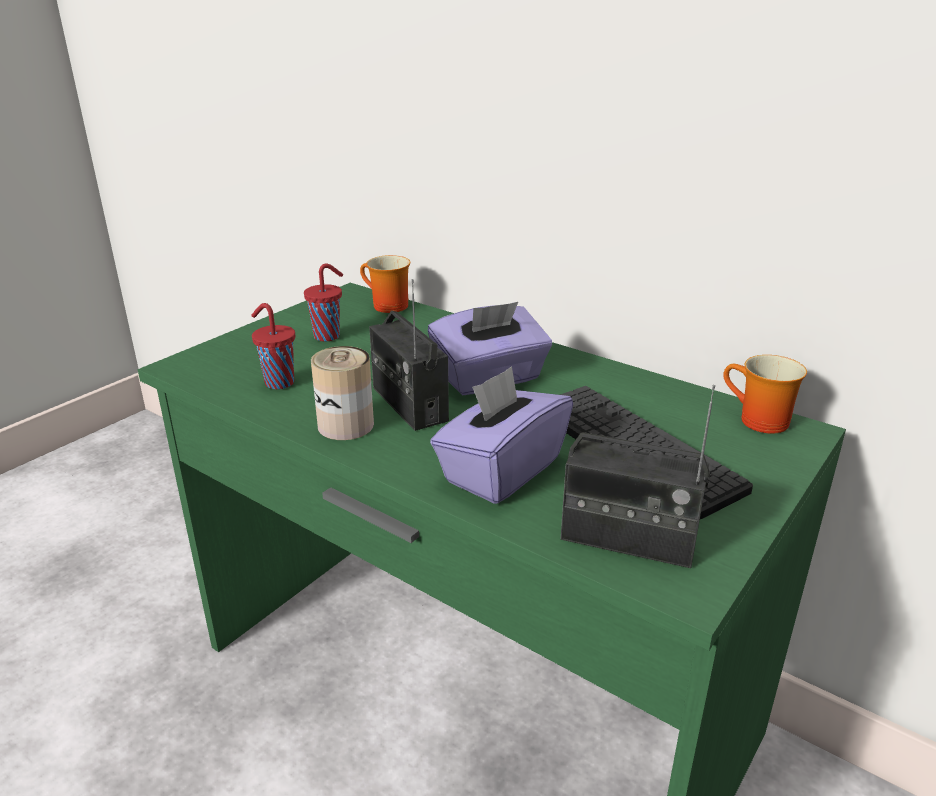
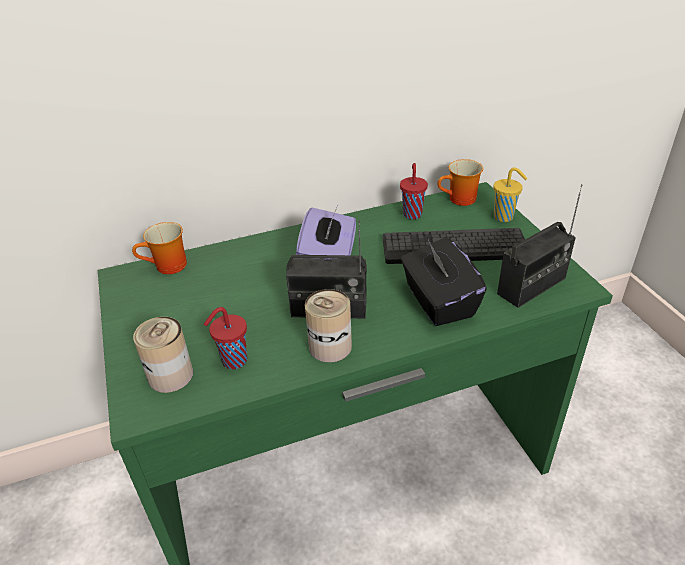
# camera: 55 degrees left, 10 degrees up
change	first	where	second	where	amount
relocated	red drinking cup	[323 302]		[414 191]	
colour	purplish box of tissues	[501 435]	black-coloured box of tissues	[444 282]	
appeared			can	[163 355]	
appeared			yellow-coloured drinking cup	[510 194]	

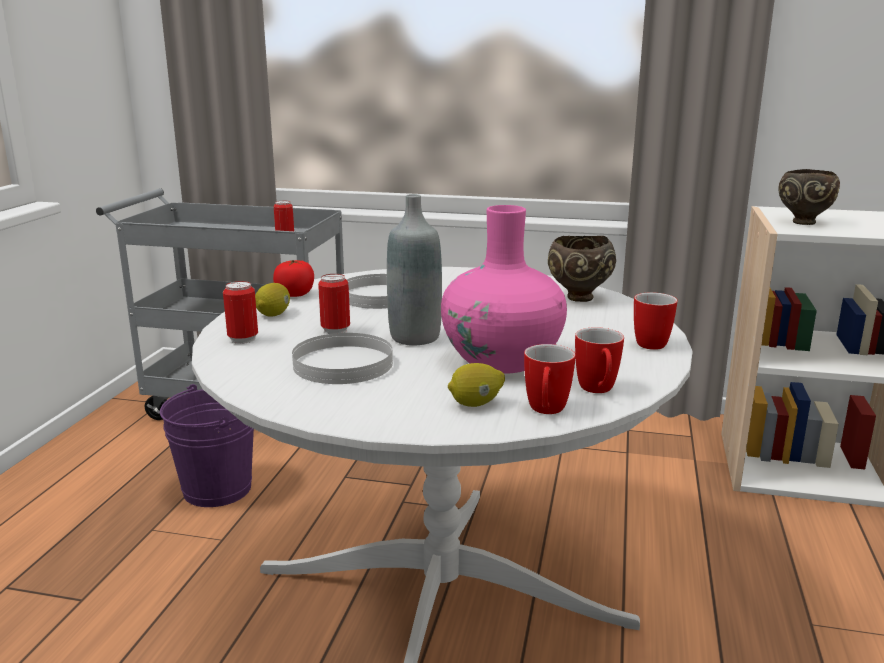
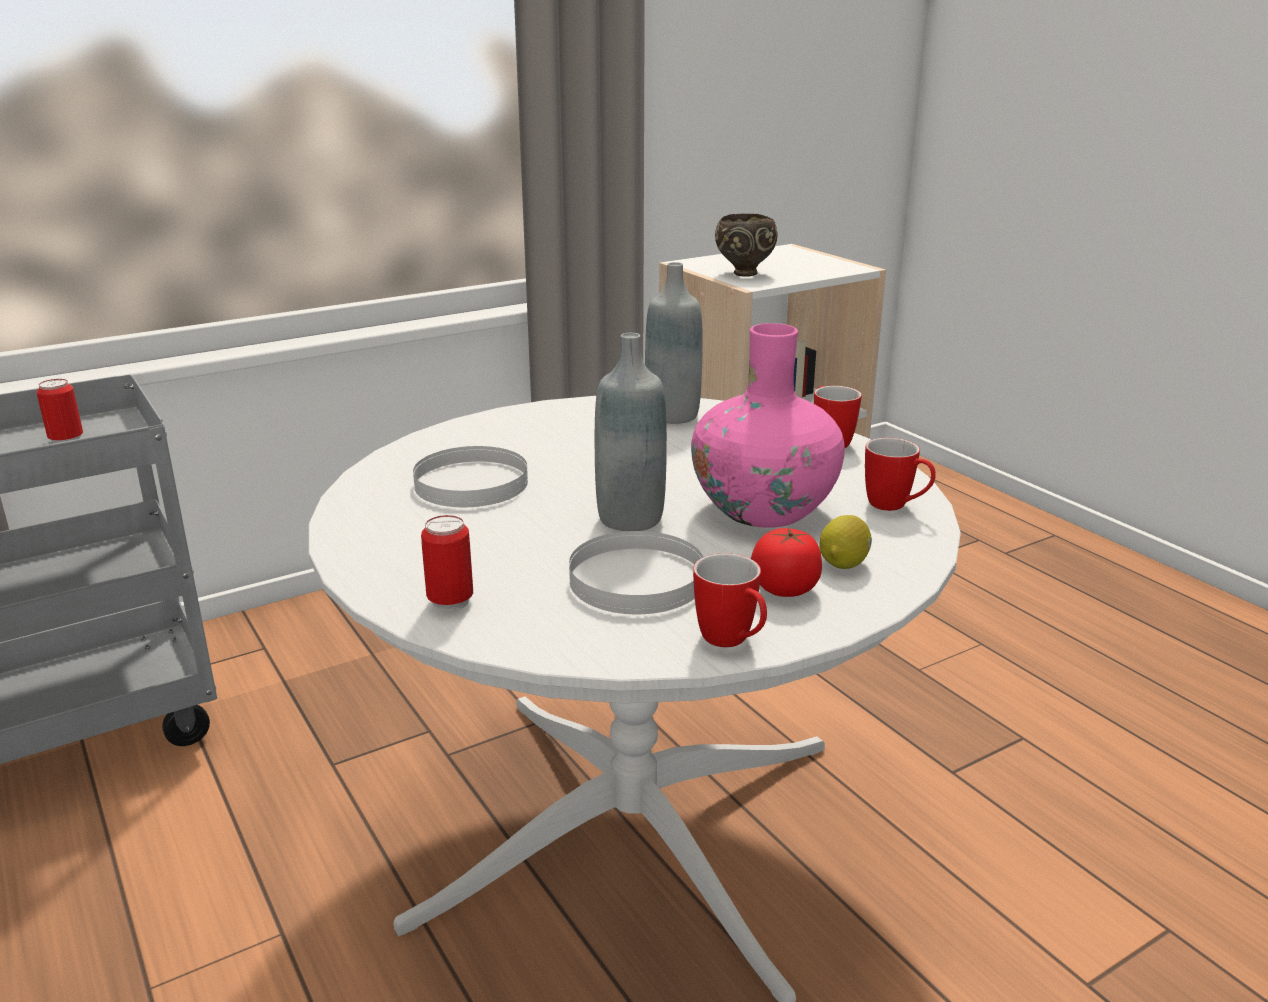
# camera: 45 degrees left, 5 degrees up
change	first	where	second	where	amount
missing	purplish pail	[207 445]			
missing	lemon	[272 299]			
relocated	fresh tomato	[293 278]		[786 562]	
missing	can	[334 304]			
relocated	mug	[550 379]		[730 600]	
exchanged	brown serving bowl	[582 269]	gray drink bottle	[674 343]	

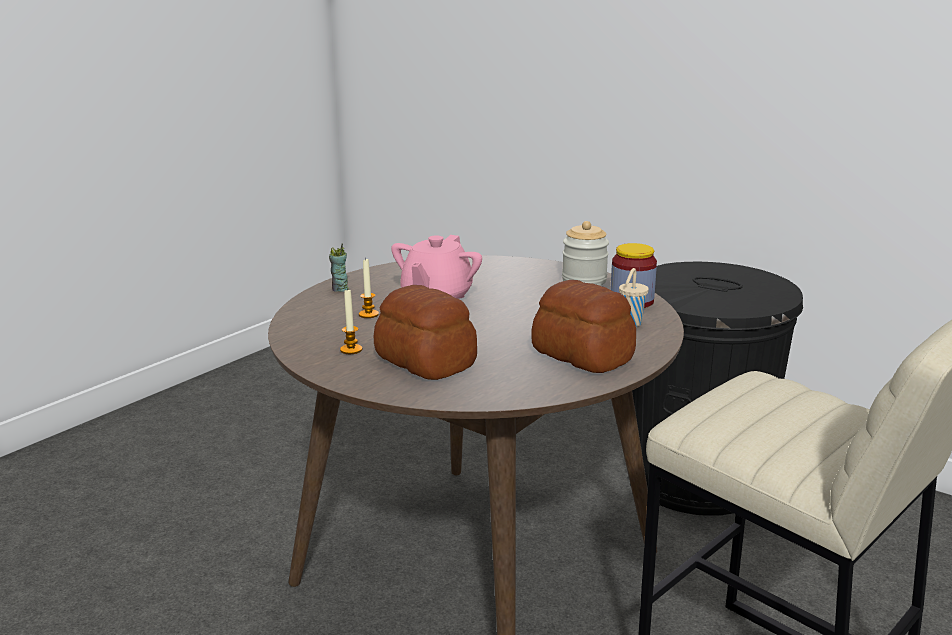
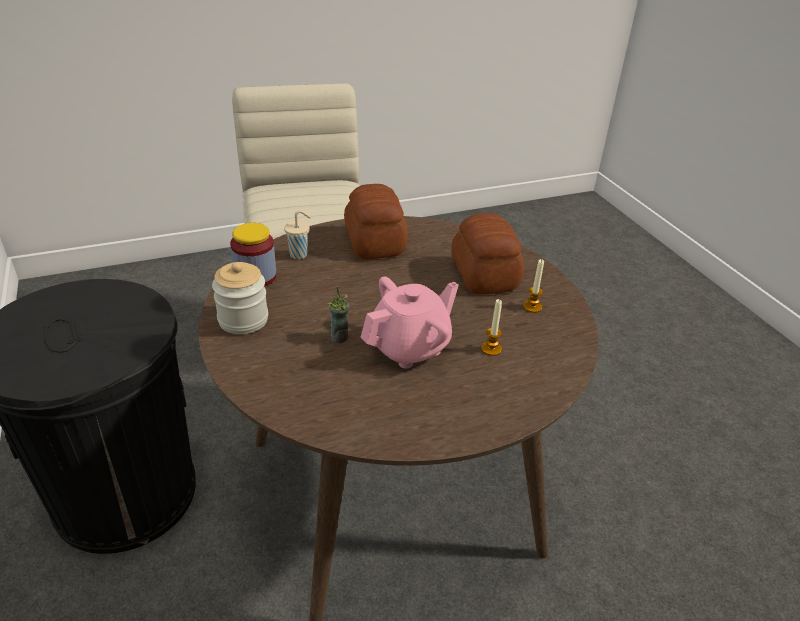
# camera: 150 degrees left, 15 degrees up
change	first	where	second	where	amount
relocated	drinking cup	[339 267]		[338 315]	

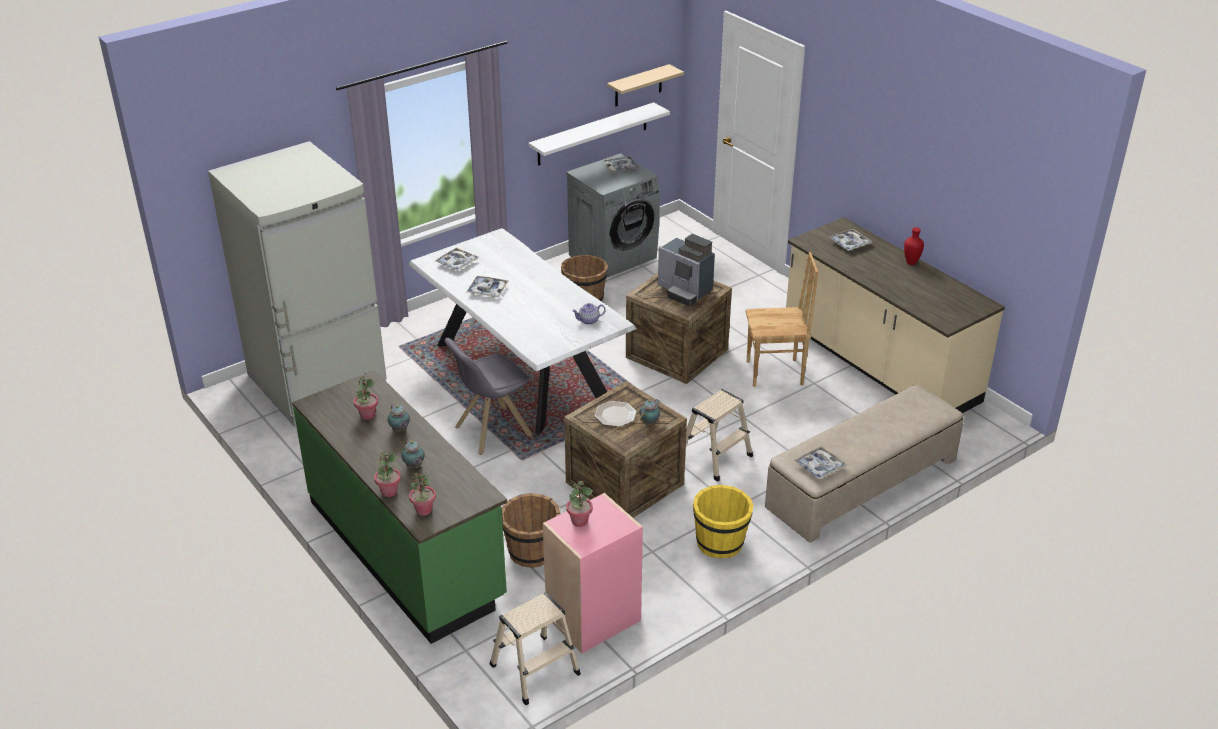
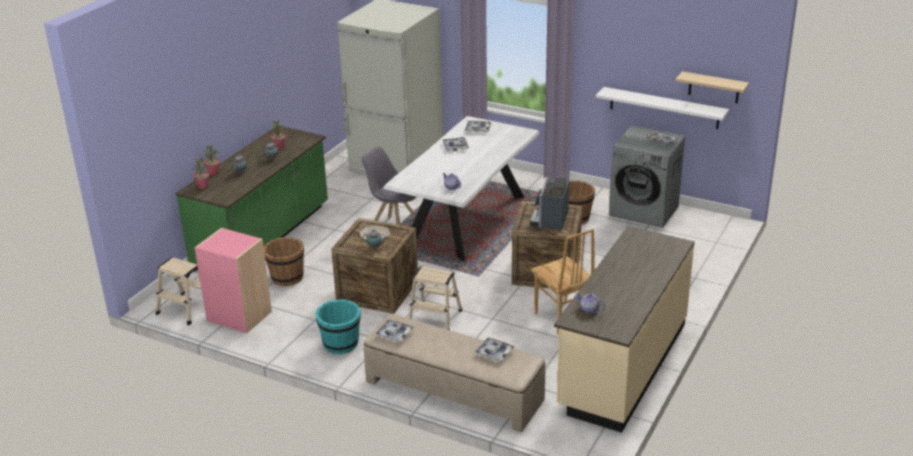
# camera: 65 degrees right, 5 degrees down
change	first	where	second	where	amount
missing	houseplant	[579 503]			
colour	yellow-coloured pail	[723 522]	turquoise-coloured pail	[338 326]	
relocated	carrying tray	[850 240]		[495 350]	
missing	red vase	[914 246]			
appeared			pot for tea	[590 303]	

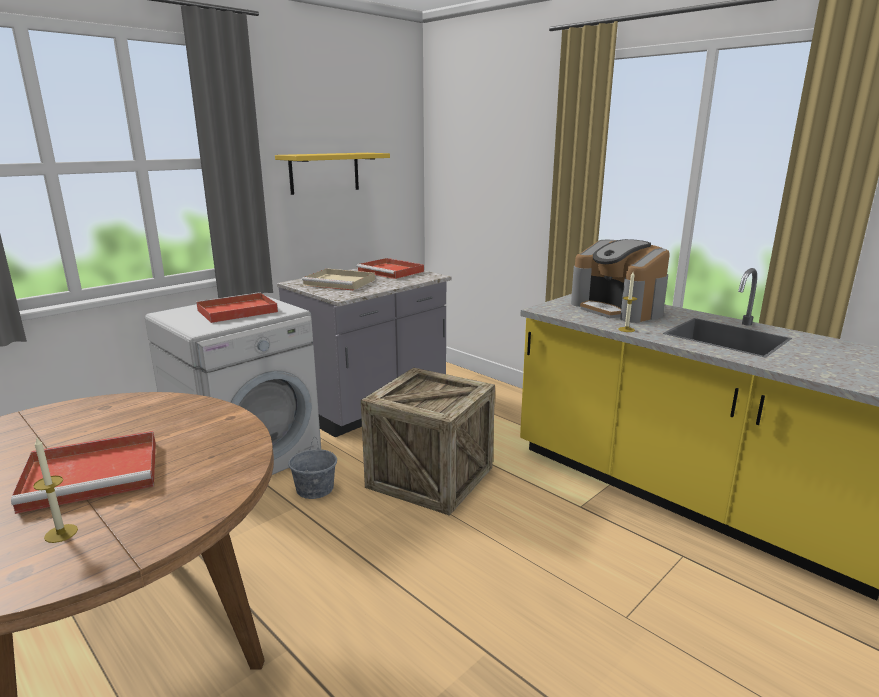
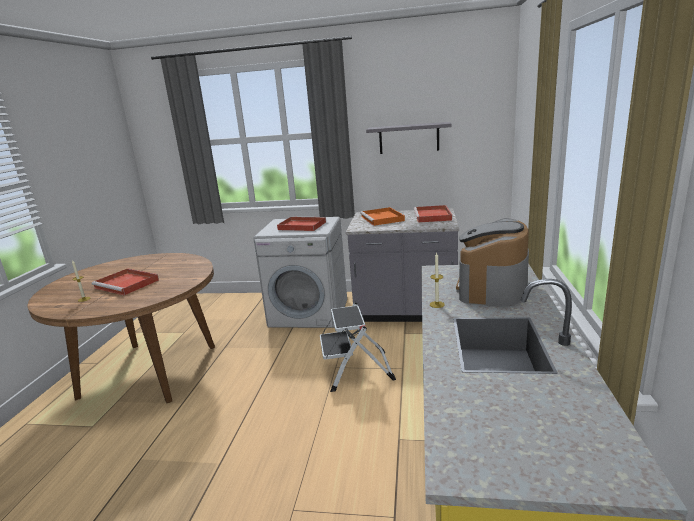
# camera: 55 degrees right, 0 degrees up
change	first	where	second	where	amount
colour	yellow-coloured shelf	[332 174]	gray shelf	[408 138]	
missing	gray pail	[312 468]			
colour	beige carrying tray	[338 279]	orangey carrying tray	[382 216]	
exchanged	shipping crate	[428 442]	step stool	[358 347]	

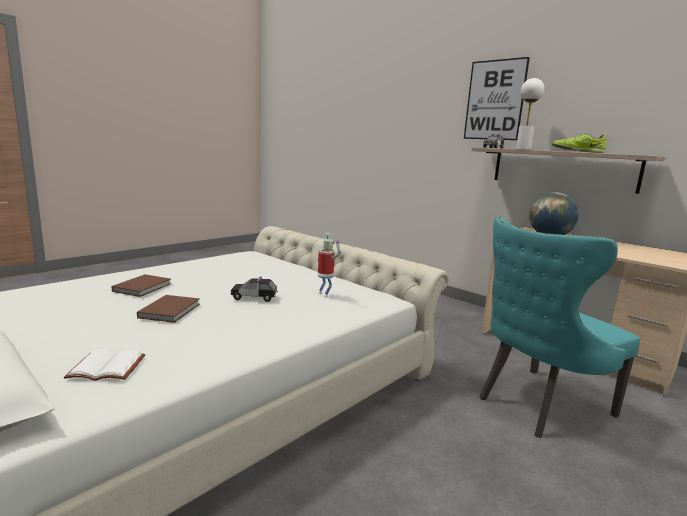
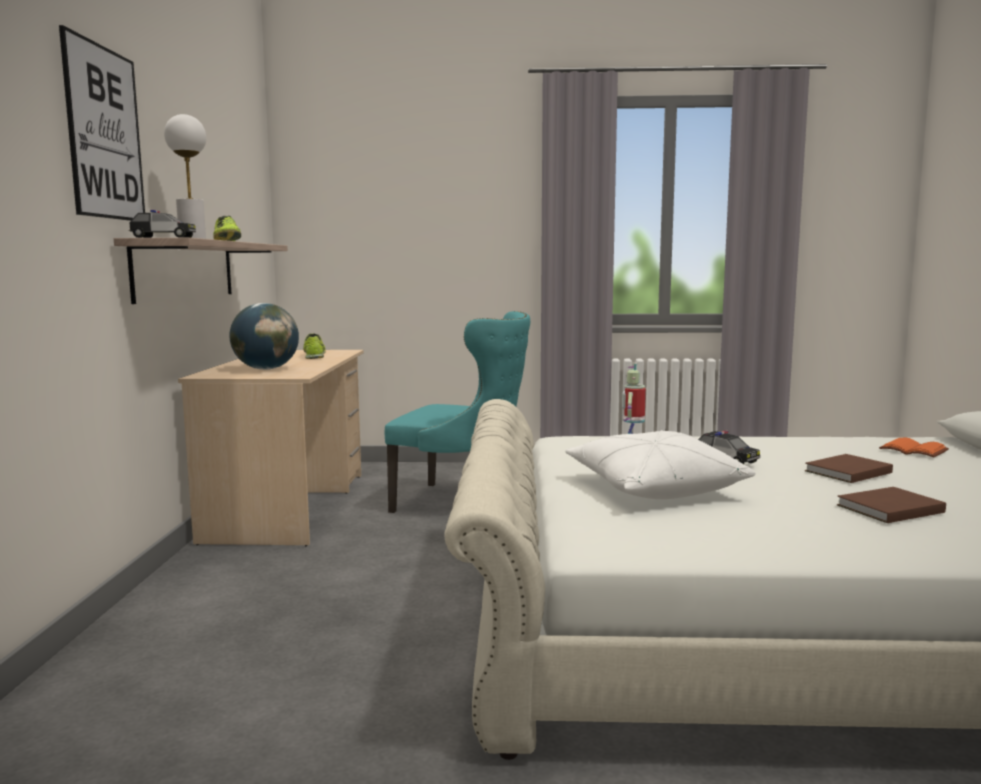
# camera: 130 degrees left, 5 degrees down
change	first	where	second	where	amount
colour	whitish book	[104 365]	orangey book	[914 448]	
appeared			low shoe	[314 346]	
appeared			whitish pillow	[660 464]	

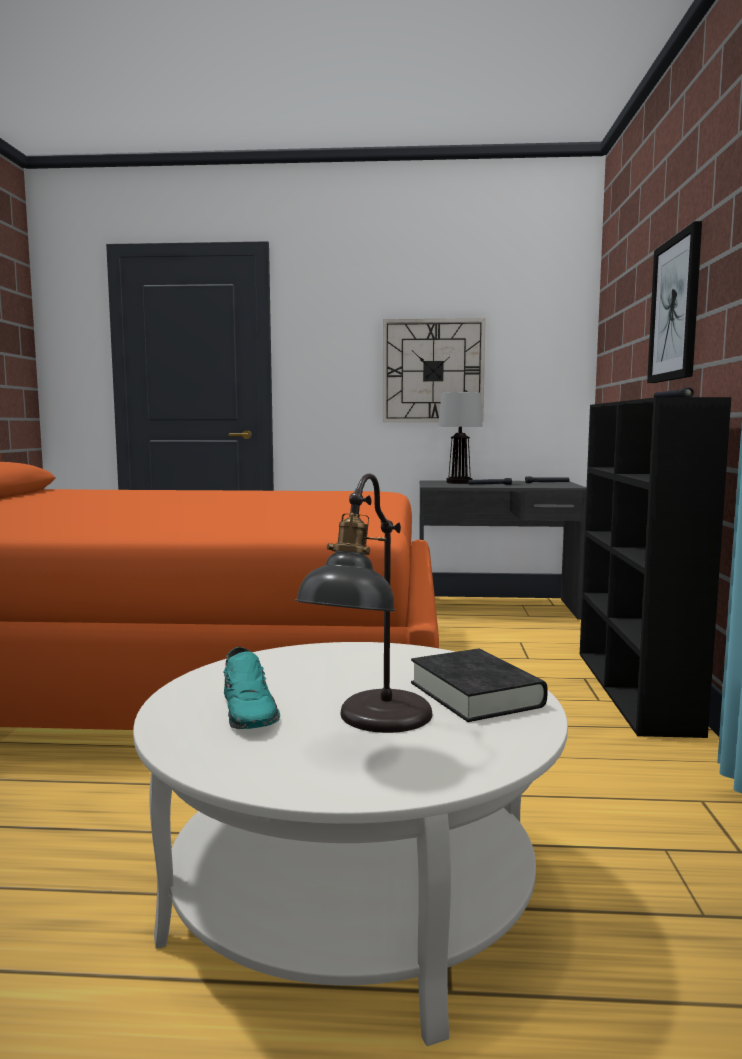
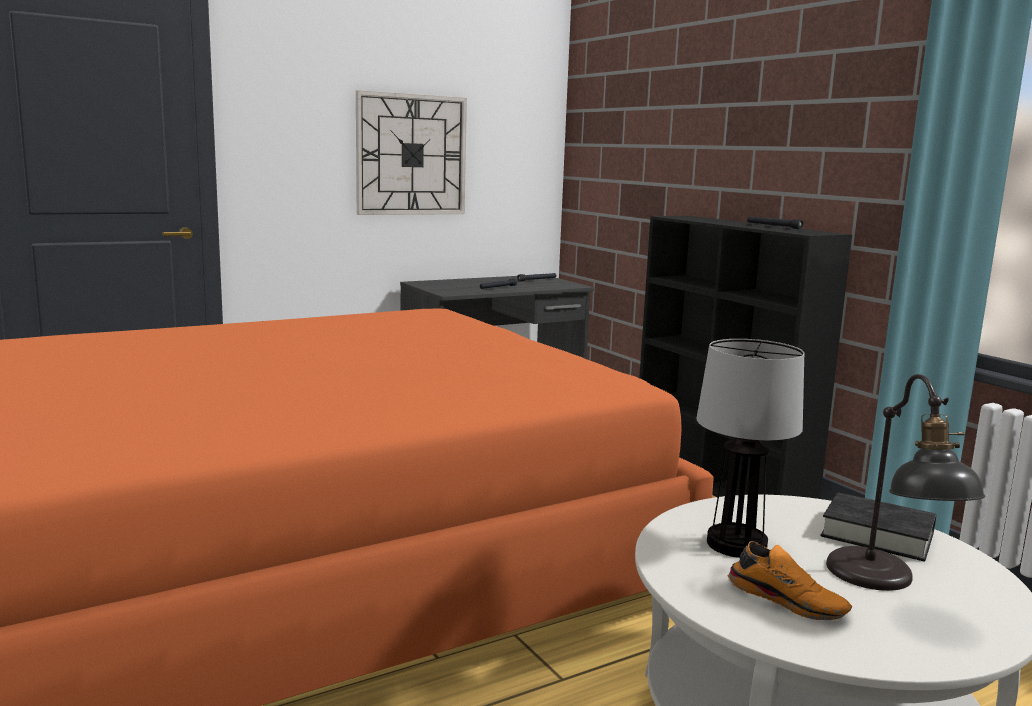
# camera: 35 degrees left, 5 degrees up
change	first	where	second	where	amount
colour	turquoise-coloured low shoe	[251 688]	orangey low shoe	[790 580]	
relocated	lamp for a table	[460 438]		[750 448]	
missing	wall picture	[674 302]			

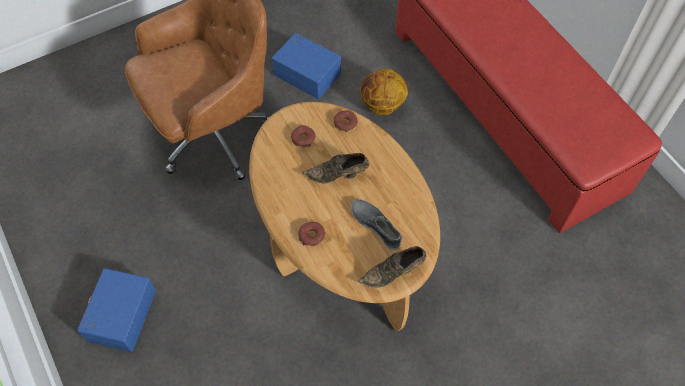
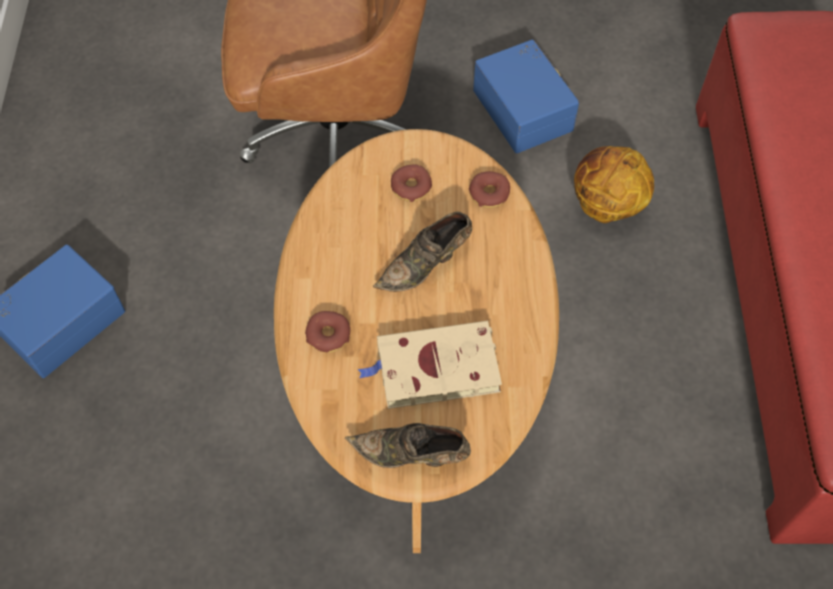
# camera: 30 degrees right, 0 degrees up
change	first	where	second	where	amount
spun	brown low shoe	[335 168]		[422 252]	60 degrees counterclockwise
exchanged	gray low shoe	[376 224]	beige book	[430 365]	

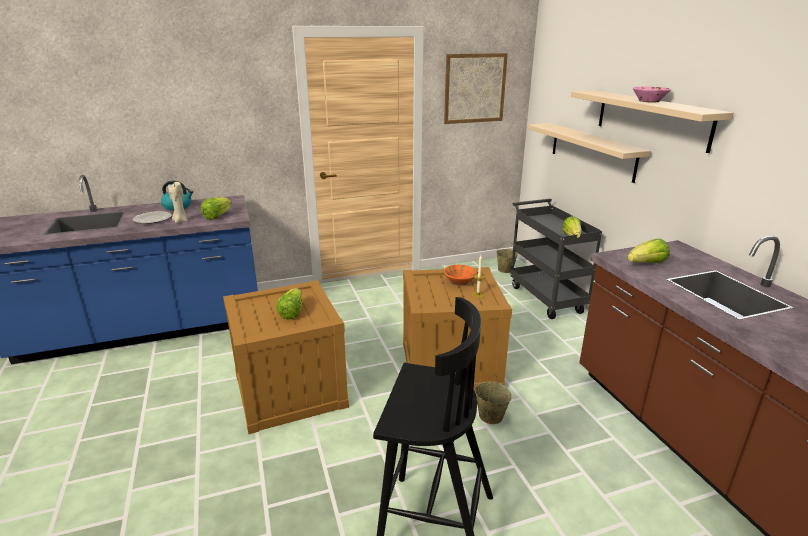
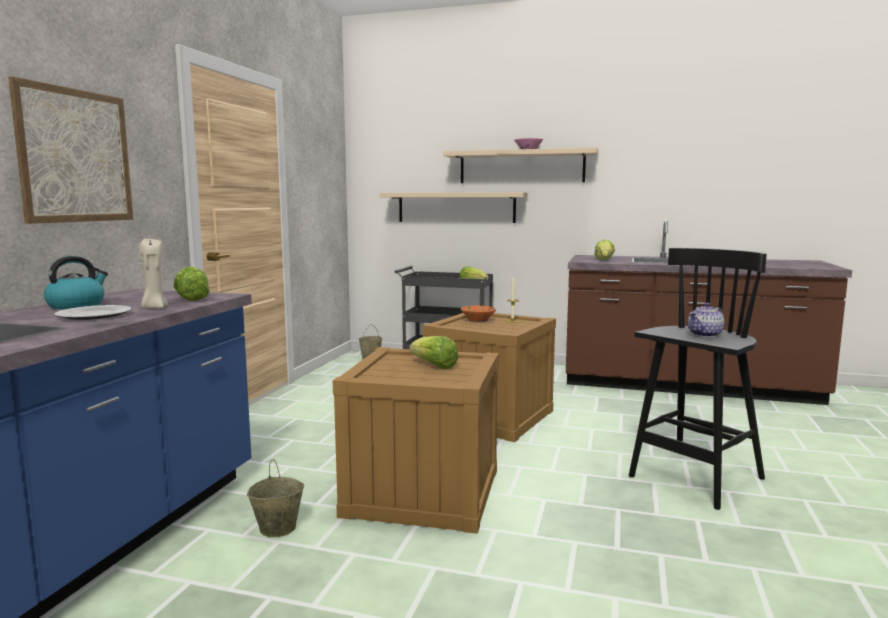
# camera: 55 degrees left, 15 degrees down
change	first	where	second	where	amount
relocated	wall picture	[476 88]		[70 150]	
relocated	beige pail	[492 399]		[275 498]	
appeared			pot for tea	[706 320]	

